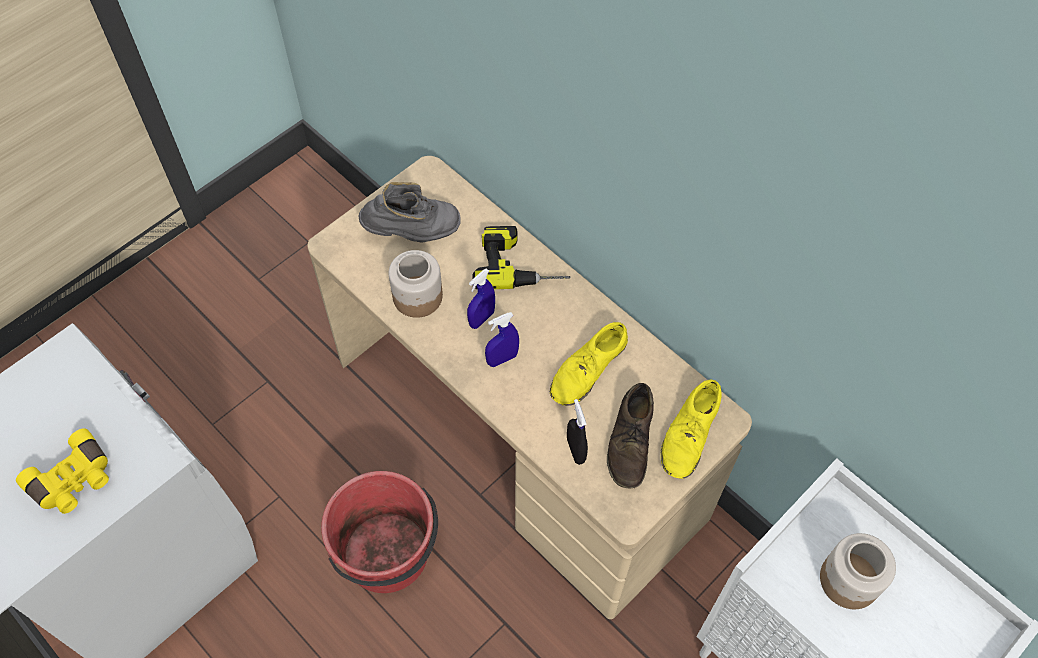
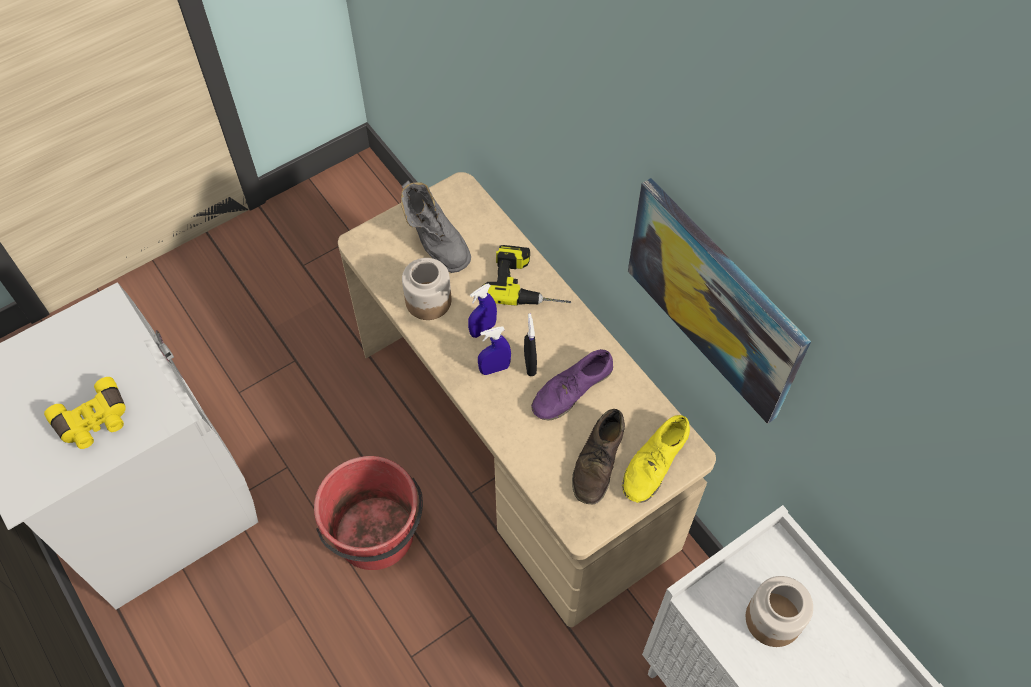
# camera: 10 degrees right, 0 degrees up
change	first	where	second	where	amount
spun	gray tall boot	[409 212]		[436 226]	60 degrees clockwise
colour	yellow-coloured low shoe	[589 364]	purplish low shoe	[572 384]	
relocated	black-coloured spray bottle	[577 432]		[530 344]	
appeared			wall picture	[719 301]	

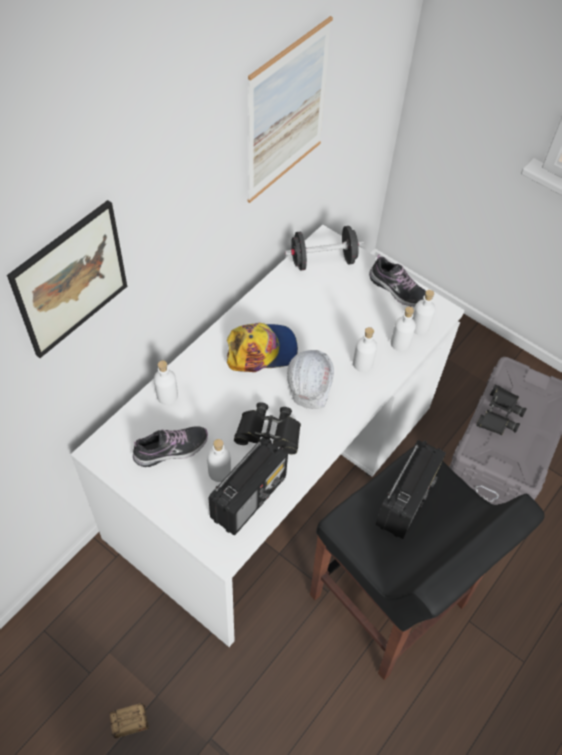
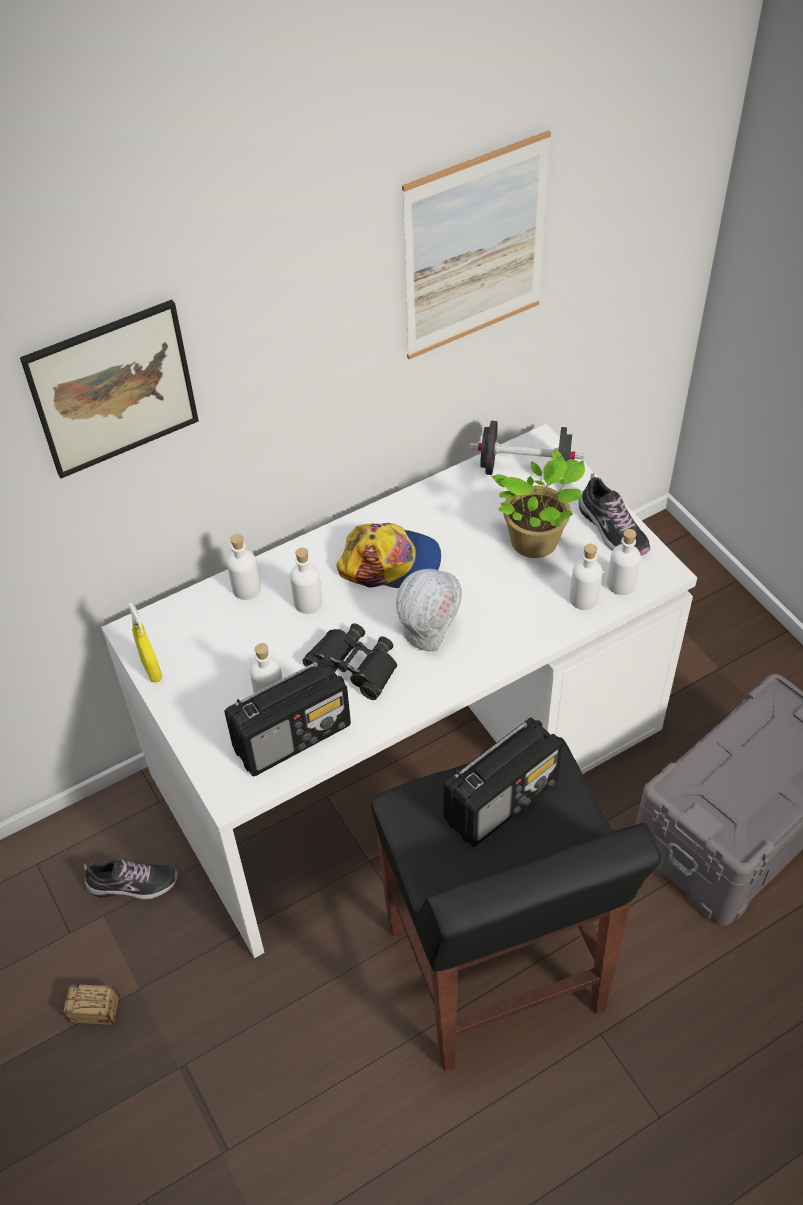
# camera: 25 degrees right, 5 degrees down
change	first	where	second	where	amount
relocated	low shoe	[170 446]		[131 879]	
relocated	whitish drink bottle	[365 349]		[306 581]	
missing	black-coloured field glasses	[501 409]			
appeared			yellow-coloured spray bottle	[145 643]	
appeared			houseplant	[538 503]	

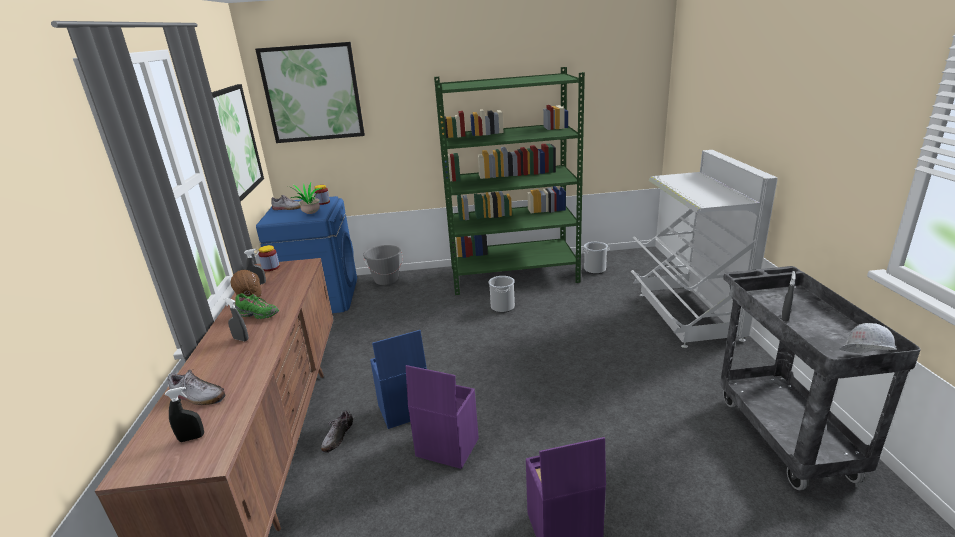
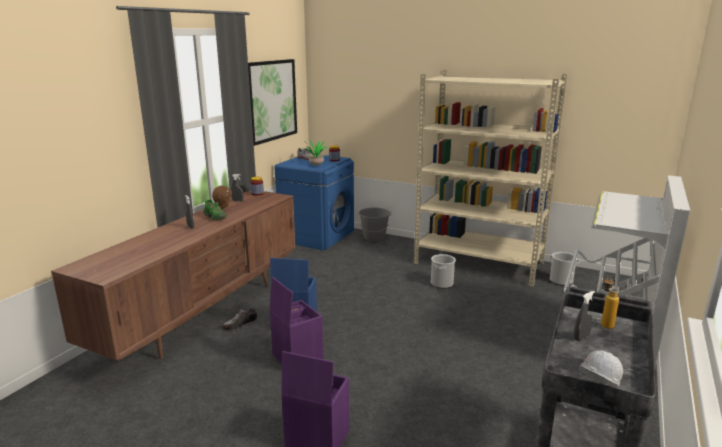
# camera: 30 degrees right, 5 degrees down
change	first	where	second	where	amount
missing	black-coloured spray bottle	[184 414]			
missing	low shoe	[196 387]			
missing	wall picture	[310 92]			
colour	greenish bookshelf	[509 181]	beige bookshelf	[491 178]	
appeared			drink bottle	[610 302]	

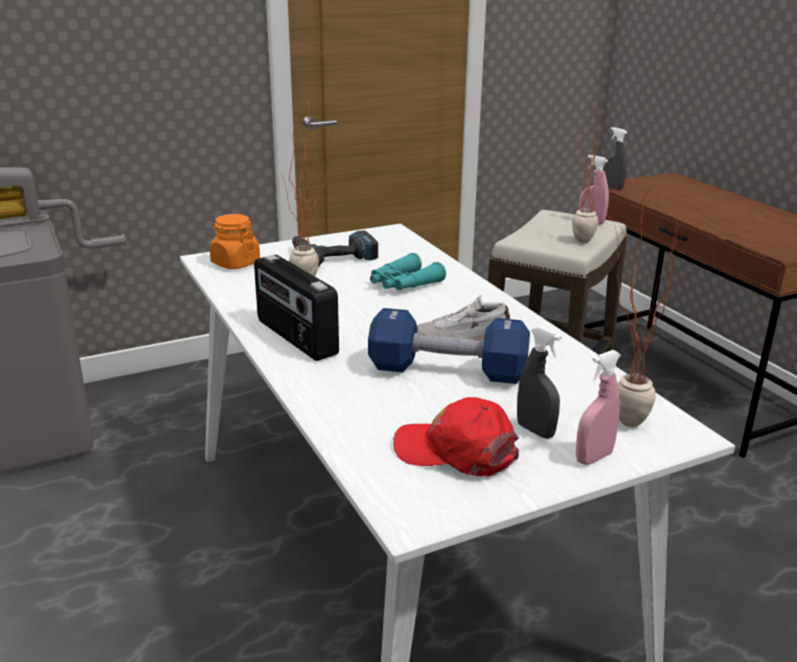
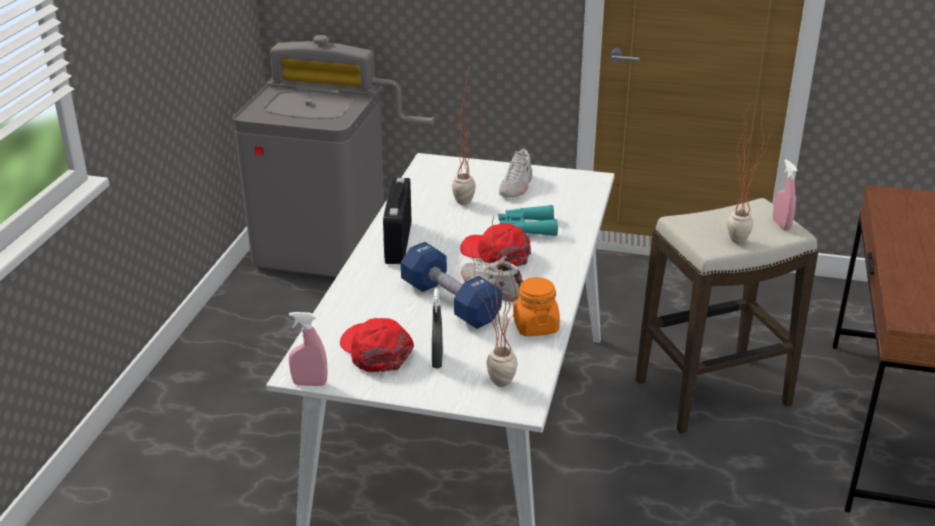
# camera: 40 degrees right, 5 degrees up
change	first	where	second	where	amount
relocated	orangey jar	[235 241]		[536 306]	
exchanged	drill	[335 248]	whitish low shoe	[515 173]	
relocated	pinkish spray bottle	[598 407]		[308 349]	
missing	gray spray bottle	[615 158]			
appeared			red baseball cap	[495 245]	

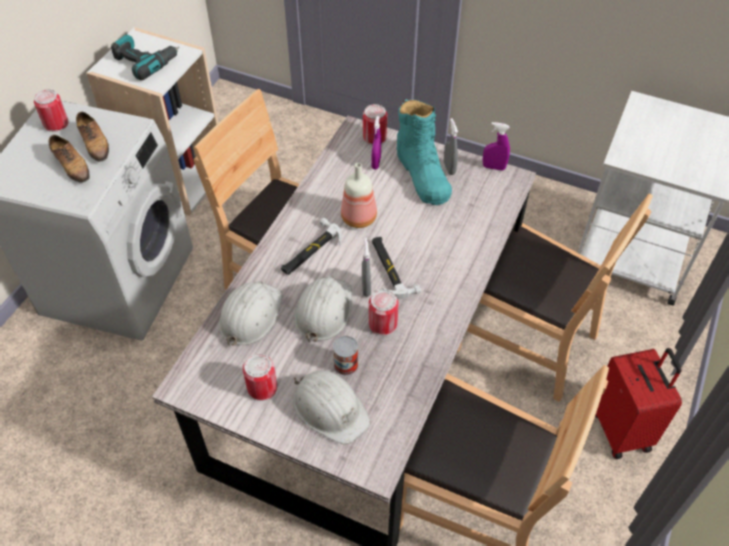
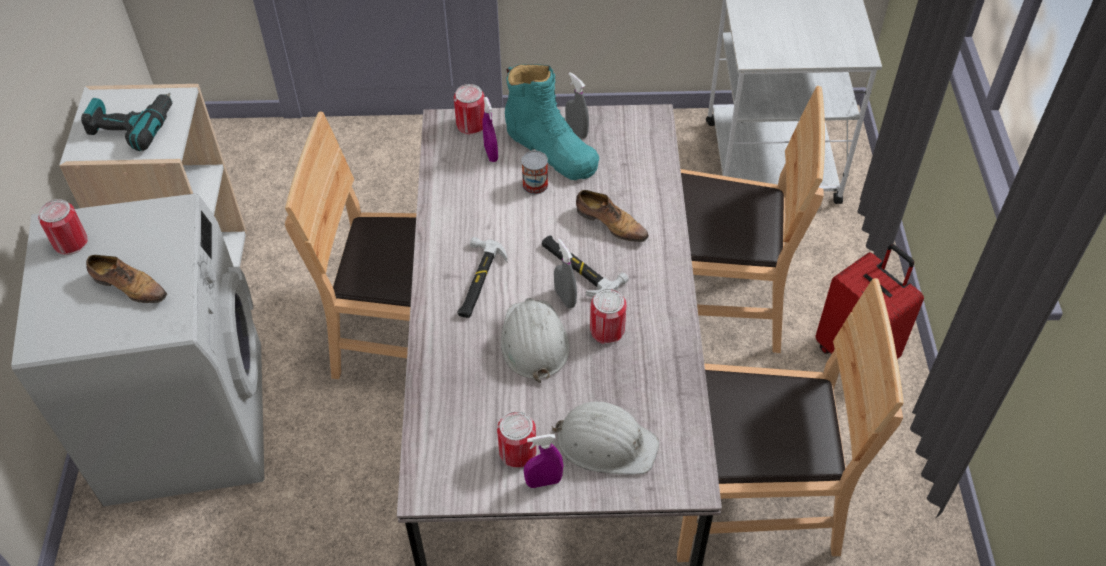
# camera: 25 degrees left, 0 degrees up
change	first	where	second	where	amount
relocated	low shoe	[92 137]		[612 216]	
missing	whitish hard hat	[251 313]			
relocated	can	[345 355]		[534 172]	
missing	drink bottle	[359 195]			
relocated	purplish spray bottle	[496 146]		[543 461]	

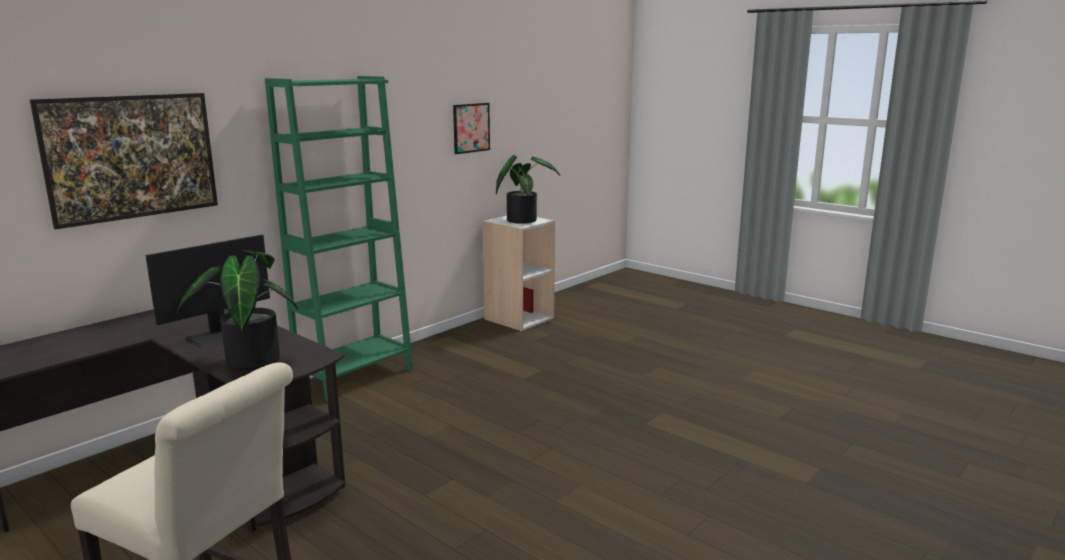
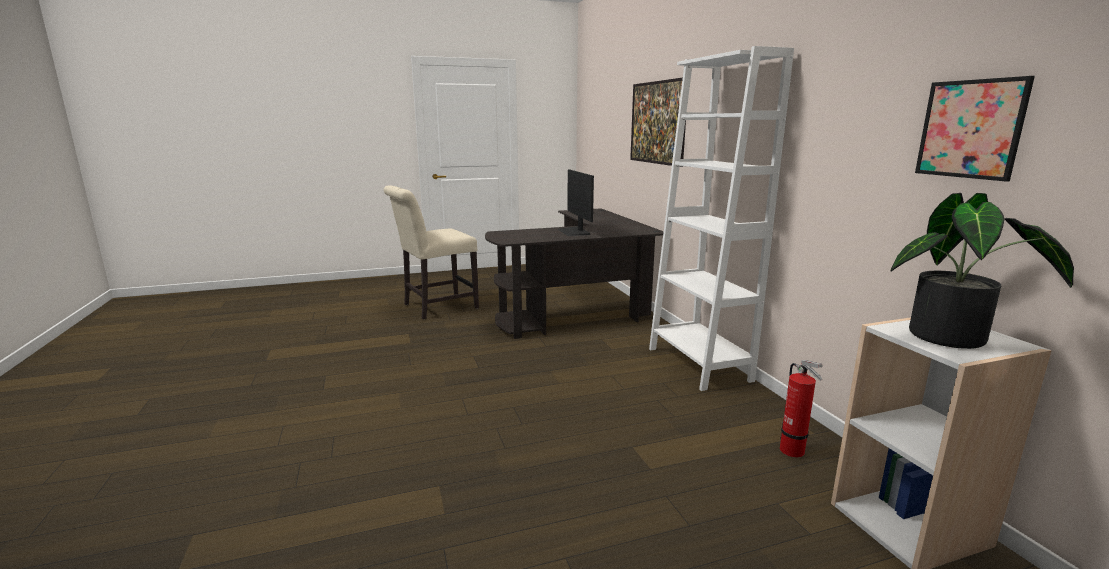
# camera: 120 degrees right, 0 degrees up
change	first	where	second	where	amount
missing	houseplant	[236 310]			
colour	greenish bookshelf	[339 239]	whitish bookshelf	[721 218]	
appeared			extinguisher	[801 408]	

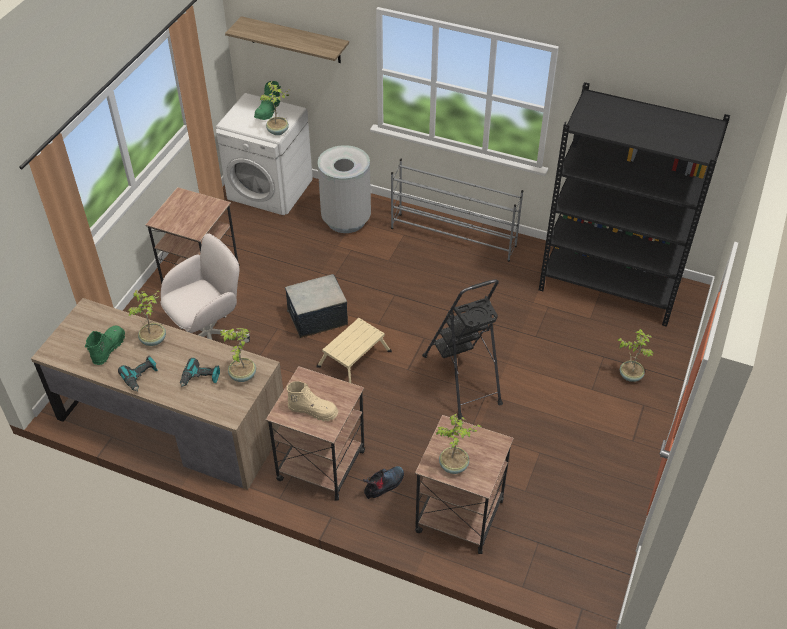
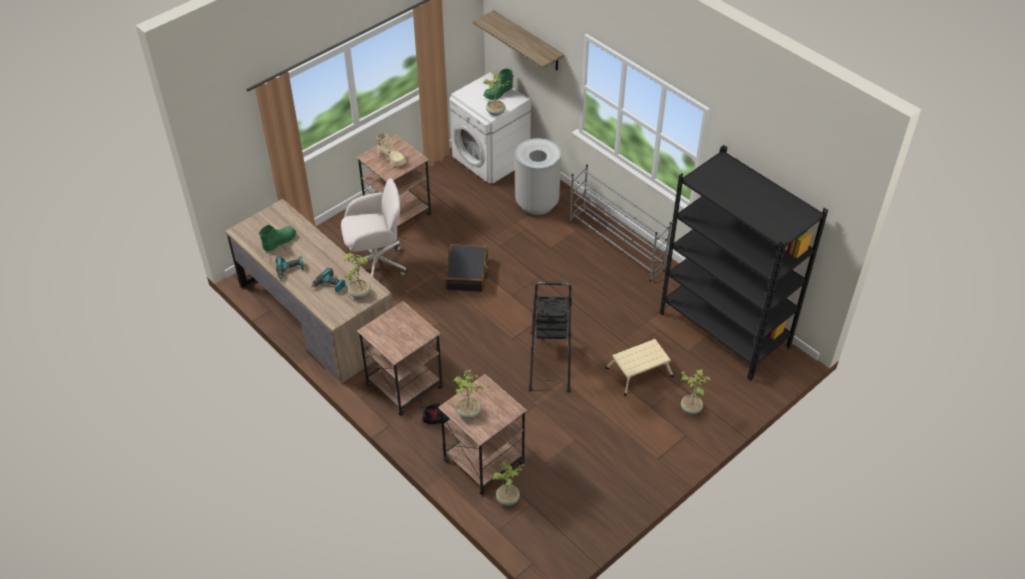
# camera: 25 degrees right, 0 degrees up
change	first	where	second	where	amount
relocated	houseplant	[146 318]		[508 483]	
exchanged	storage bin	[316 306]	black-coloured travel case	[467 268]	
relocated	beige tall boot	[312 401]		[391 150]	
relocated	beige step stool	[354 350]		[639 368]	

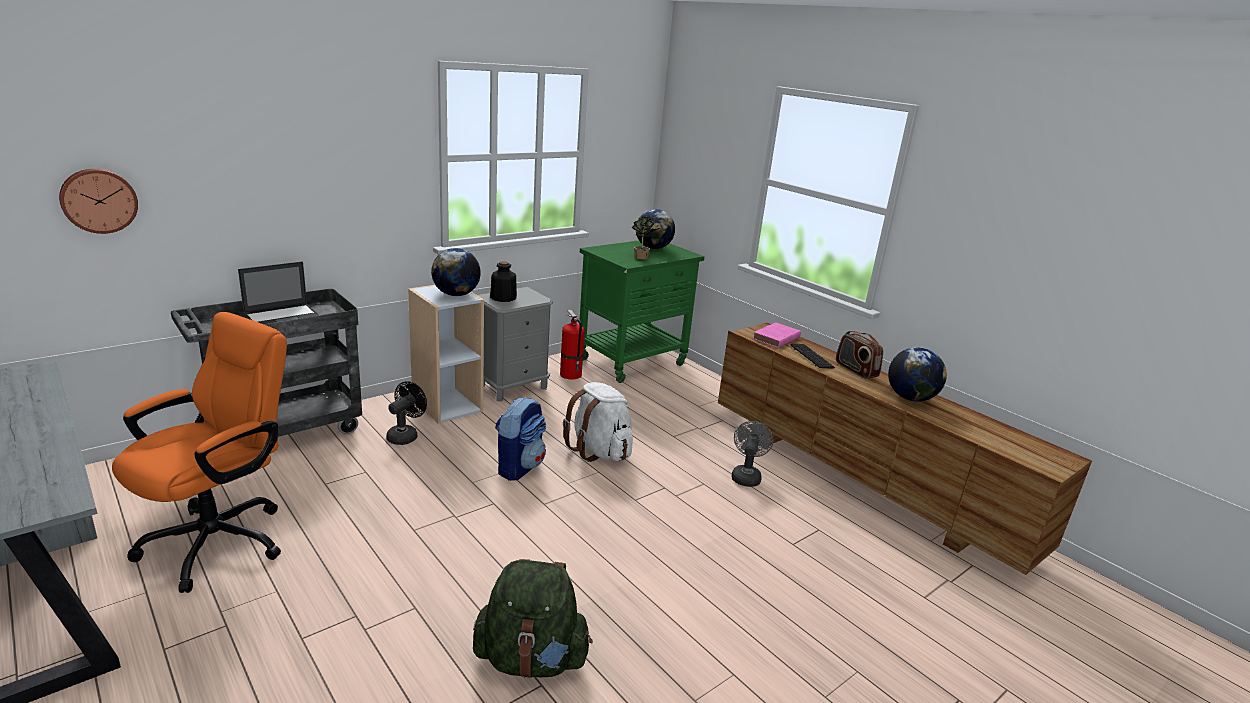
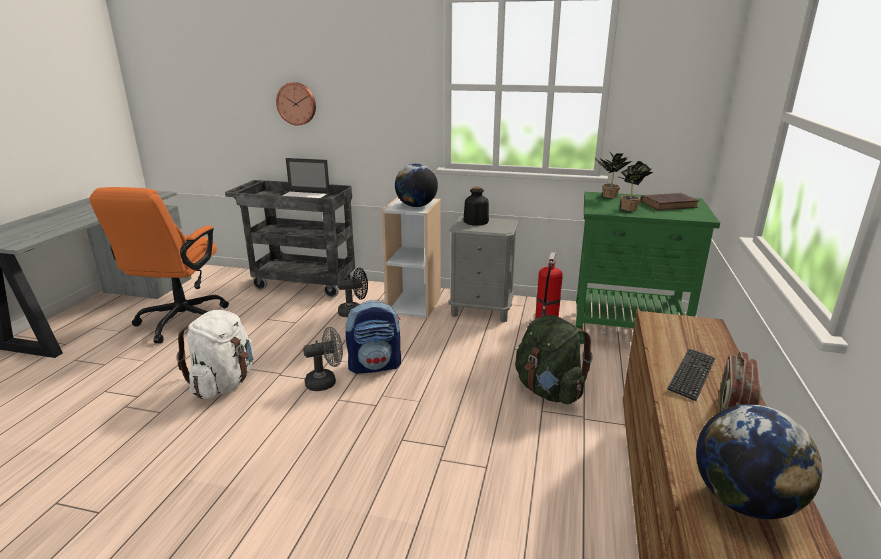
# camera: 55 degrees right, 0 degrees up
change	first	where	second	where	amount
relocated	clock on the wall	[98 201]		[296 104]	
spun	orangey desk chair	[199 452]		[159 265]	105 degrees clockwise
relocated	greenish knapsack	[533 618]		[554 359]	
relocated	whitish knapsack	[598 422]		[215 354]	
exchanged	desk globe	[656 229]	brown book	[670 201]	
relocated	gray cooling fan	[752 454]		[323 359]	
missing	pinkish book	[777 335]			
appeared			houseplant	[613 175]	

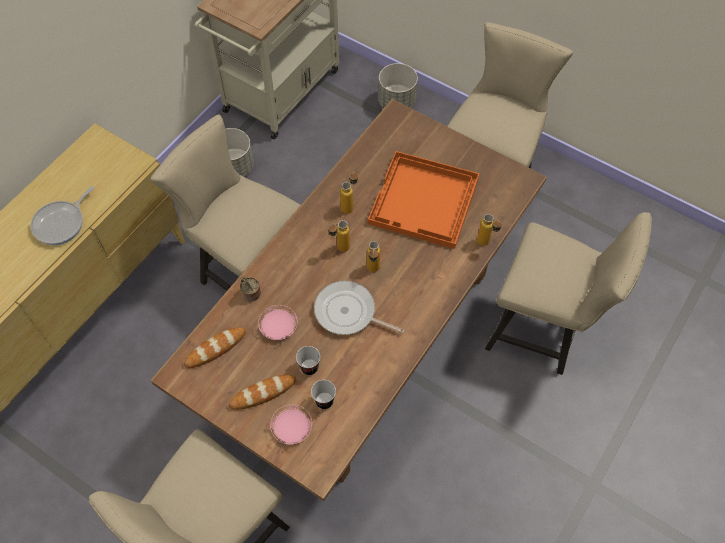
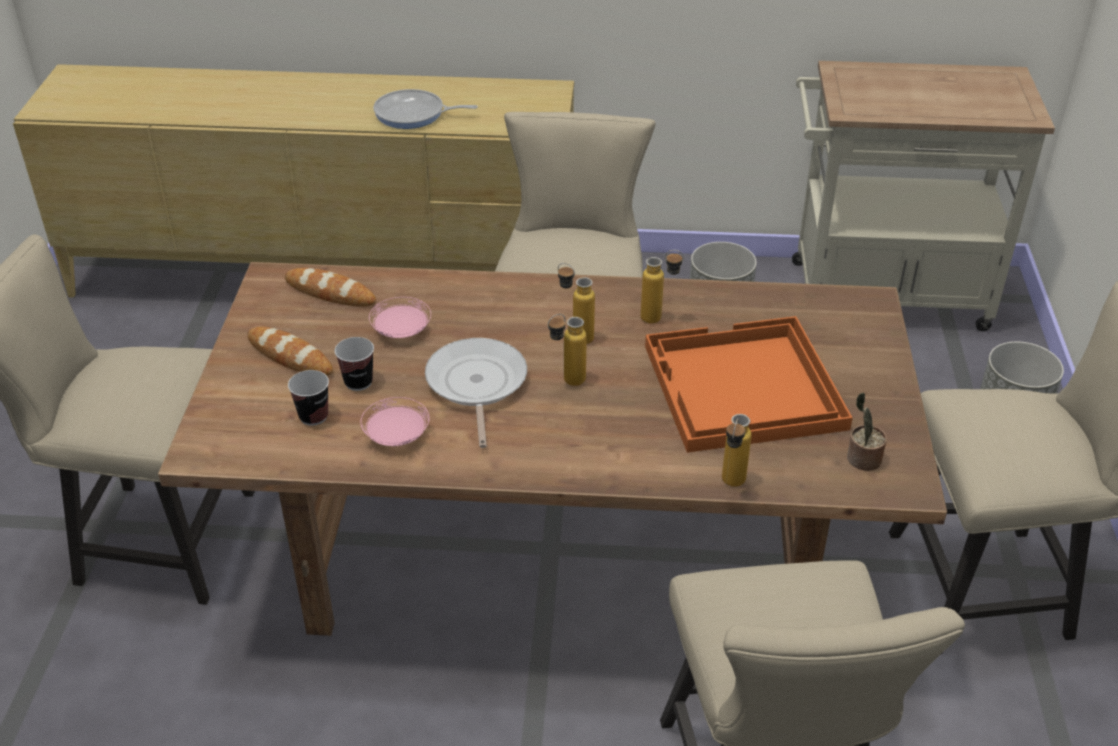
# camera: 60 degrees right, 20 degrees down
change	first	where	second	where	amount
relocated	houseplant	[250 289]		[867 432]	
relocated	pinkish plate	[291 424]		[395 421]	

